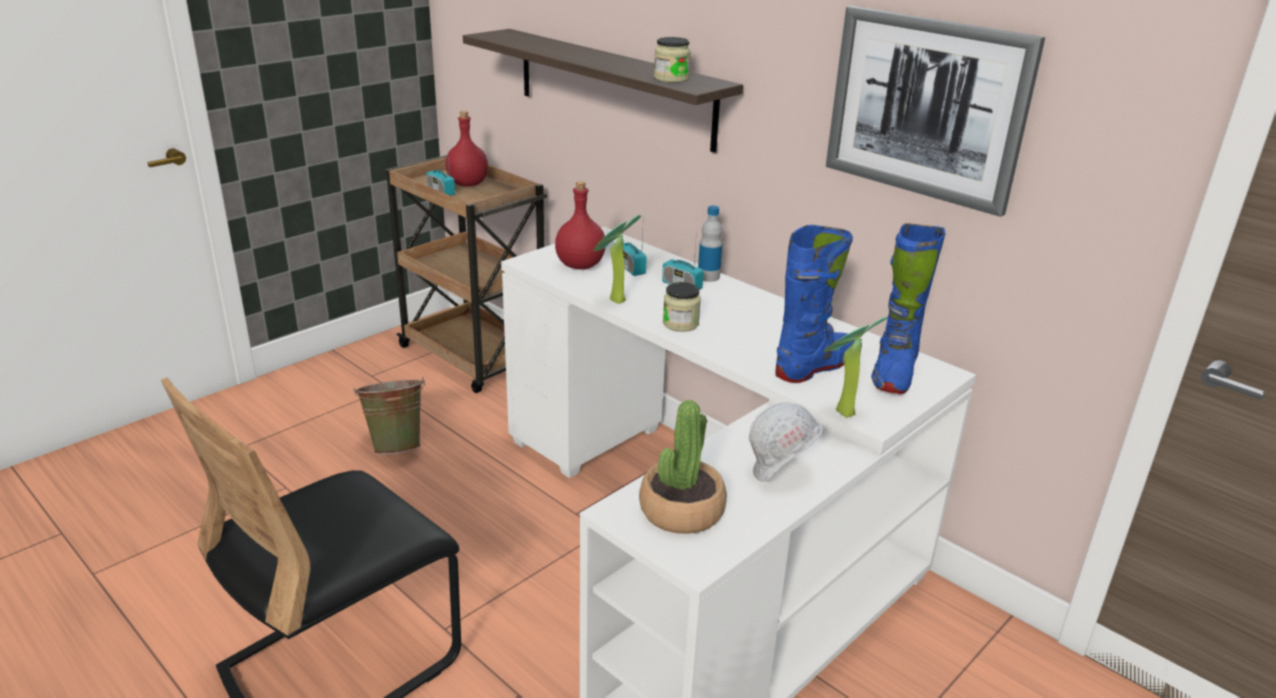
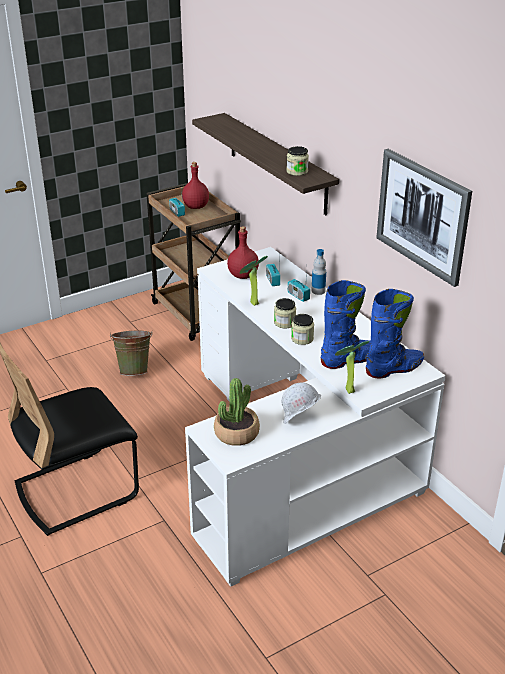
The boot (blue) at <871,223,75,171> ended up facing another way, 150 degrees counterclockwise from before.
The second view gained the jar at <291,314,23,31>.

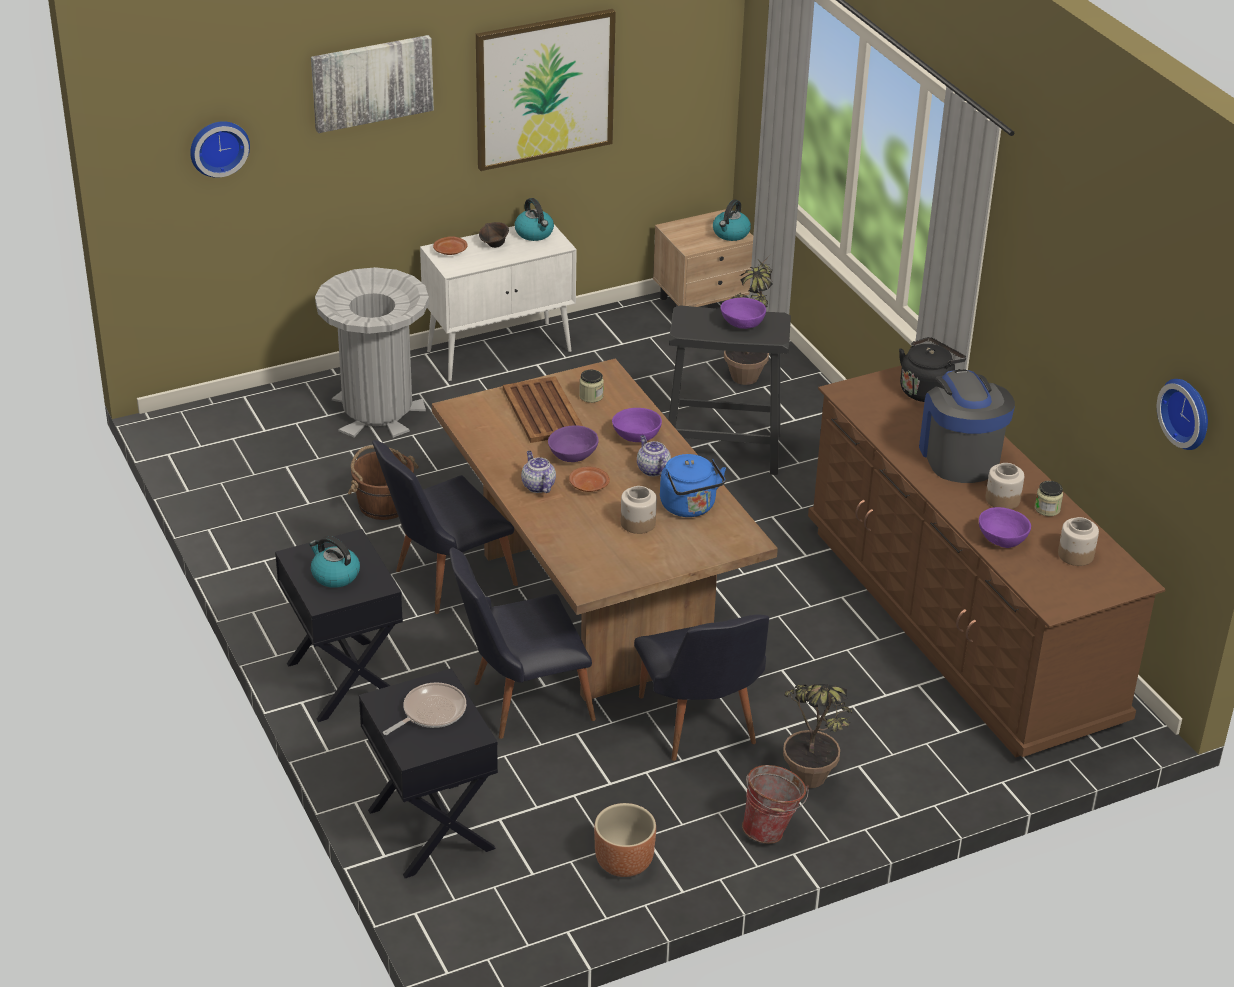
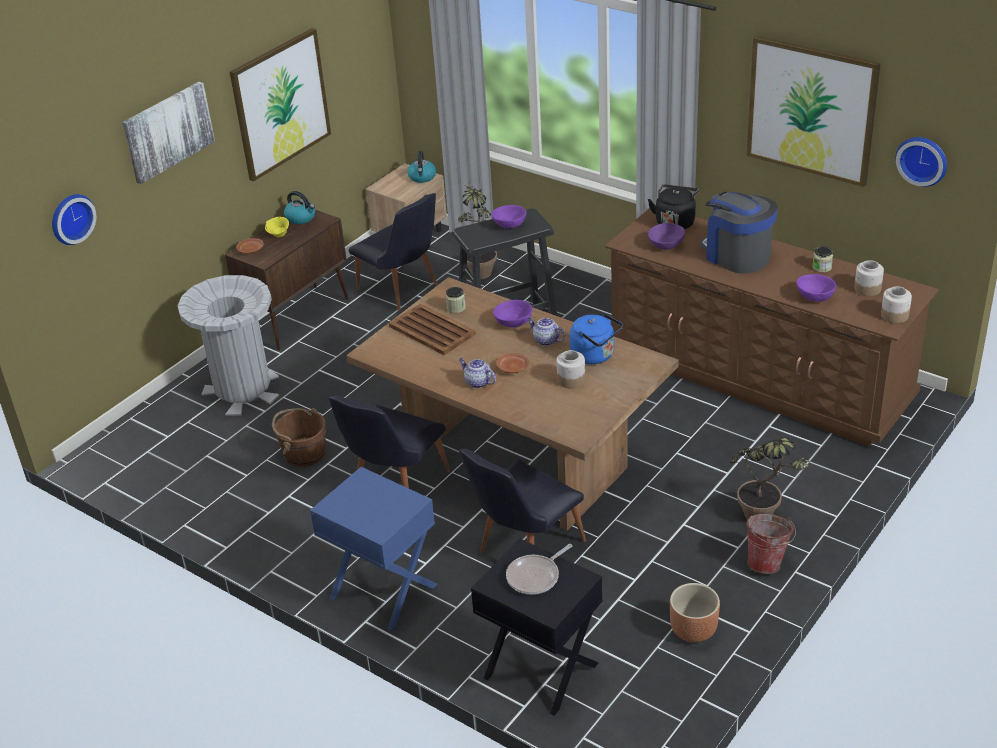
What was the bowl (brown) at <479,222,30,26> turned into the bowl (yellow) at <265,217,24,20>.
What was the cabinet (white) at <420,225,157,156> turned into the cabinet (brown) at <225,210,124,140>.
The bowl (purple) ended up elsewhere, having gone from <548,425,51,37> to <648,223,37,27>.
The jar ended up elsewhere, having gone from <986,463,38,46> to <881,286,31,37>.
What was the nightstand (black) at <275,529,128,193> turned into the nightstand (blue) at <310,467,128,164>.
The second view lost the kettle at <309,536,51,52>.
The chair (black) ended up elsewhere, having gone from <634,615,135,146> to <349,193,89,118>.
The frying pan at <383,682,83,53> ended up facing another way, 150 degrees counterclockwise from before.
The second view gained the picture at <746,36,134,151>.

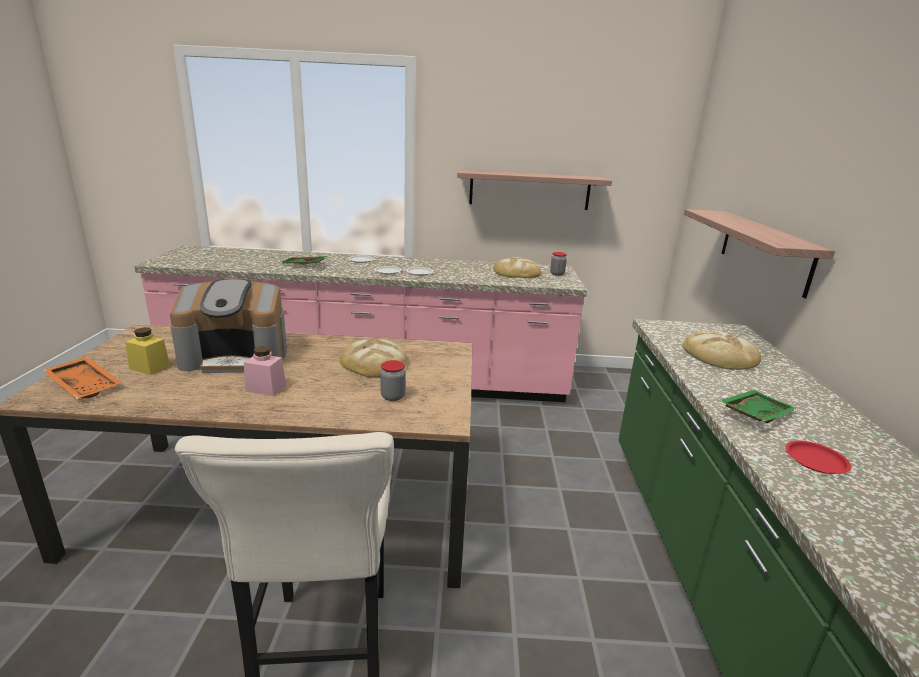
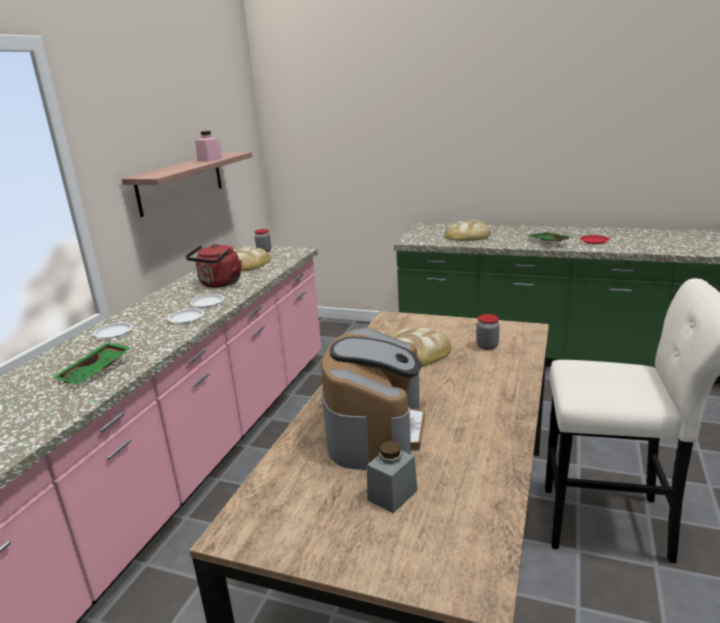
The second view lost the shelf at <684,209,151,89>.
What was the jar (yellow) at <125,328,45,47> turned into the jar (grey) at <367,441,51,73>.
The jar (pink) ended up elsewhere, having gone from <244,346,42,50> to <195,131,27,31>.
The second view lost the tray (orange) at <43,357,79,42>.
The second view gained the kettle (red) at <186,244,56,44>.

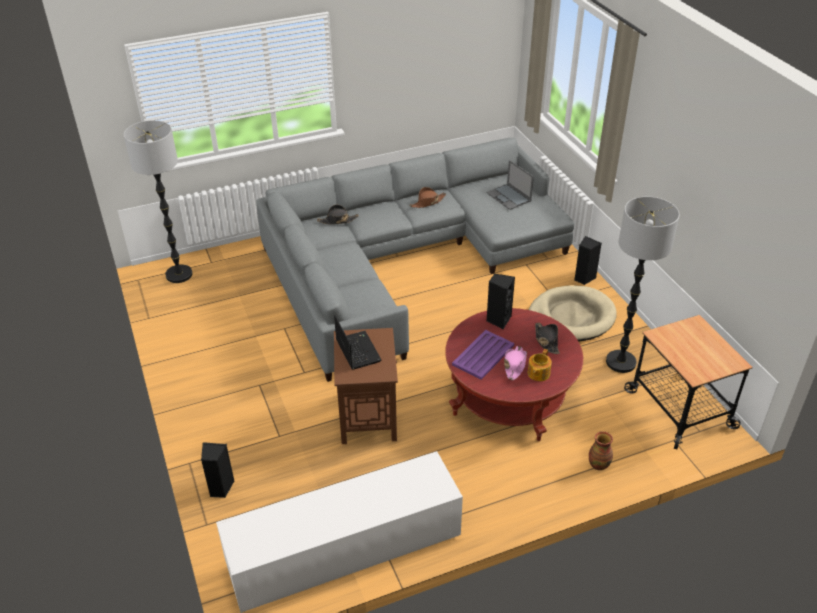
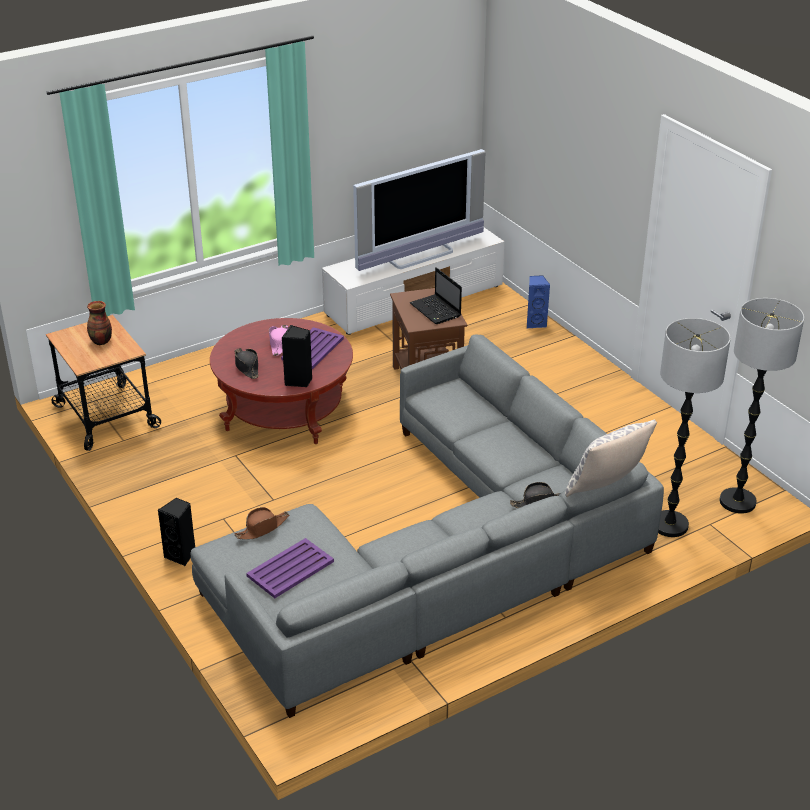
Where the laptop stood at <487,160,47,50>, the tray (purple) came to stand at <246,538,88,60>.
The hat (brown) ended up elsewhere, having gone from <410,187,36,21> to <235,507,54,33>.
The floor lamp ended up elsewhere, having gone from <606,197,74,176> to <658,318,73,219>.
The second view lost the dog bed (beige) at <529,285,88,57>.
The second view lost the teapot at <528,349,24,32>.
The vase ended up elsewhere, having gone from <589,431,24,39> to <87,301,25,44>.
What was the speaker (black) at <201,442,33,56> turned into the speaker (blue) at <527,275,23,53>.
The second view gained the television at <353,149,133,122>.
The second view gained the pillow at <565,419,92,78>.

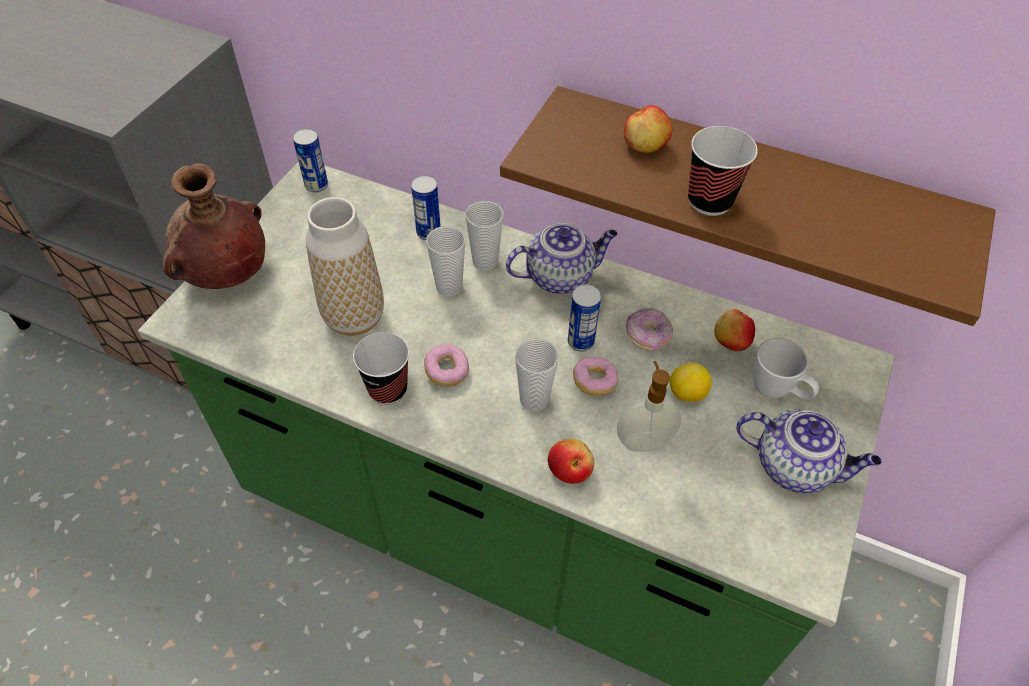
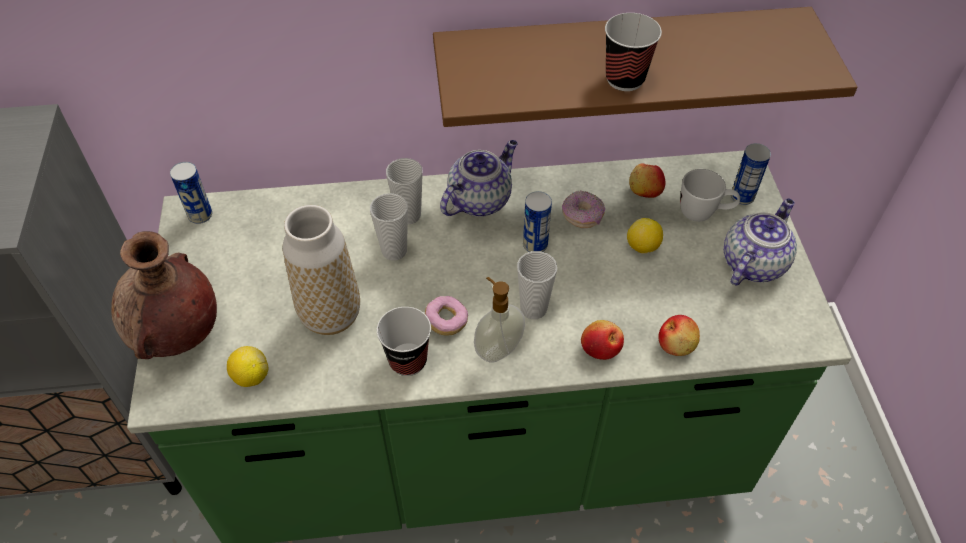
The apple ended up elsewhere, having gone from <624,105,48,48> to <658,315,42,41>.
The can ended up elsewhere, having gone from <411,175,30,65> to <731,143,40,62>.
The second view lost the donut at <573,357,46,39>.
The soap dispenser ended up elsewhere, having gone from <617,361,64,91> to <474,277,51,86>.
The teapot at <736,409,146,84> ended up facing another way, 45 degrees counterclockwise from before.
The second view gained the lemon at <227,346,41,41>.

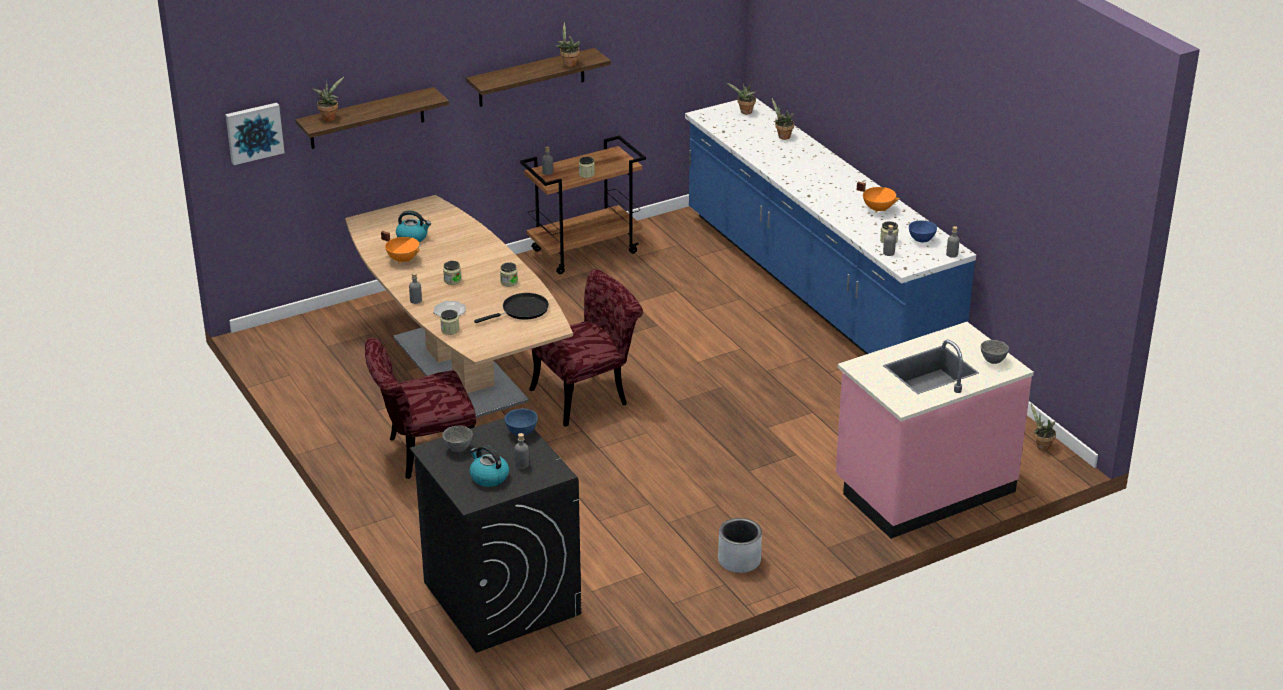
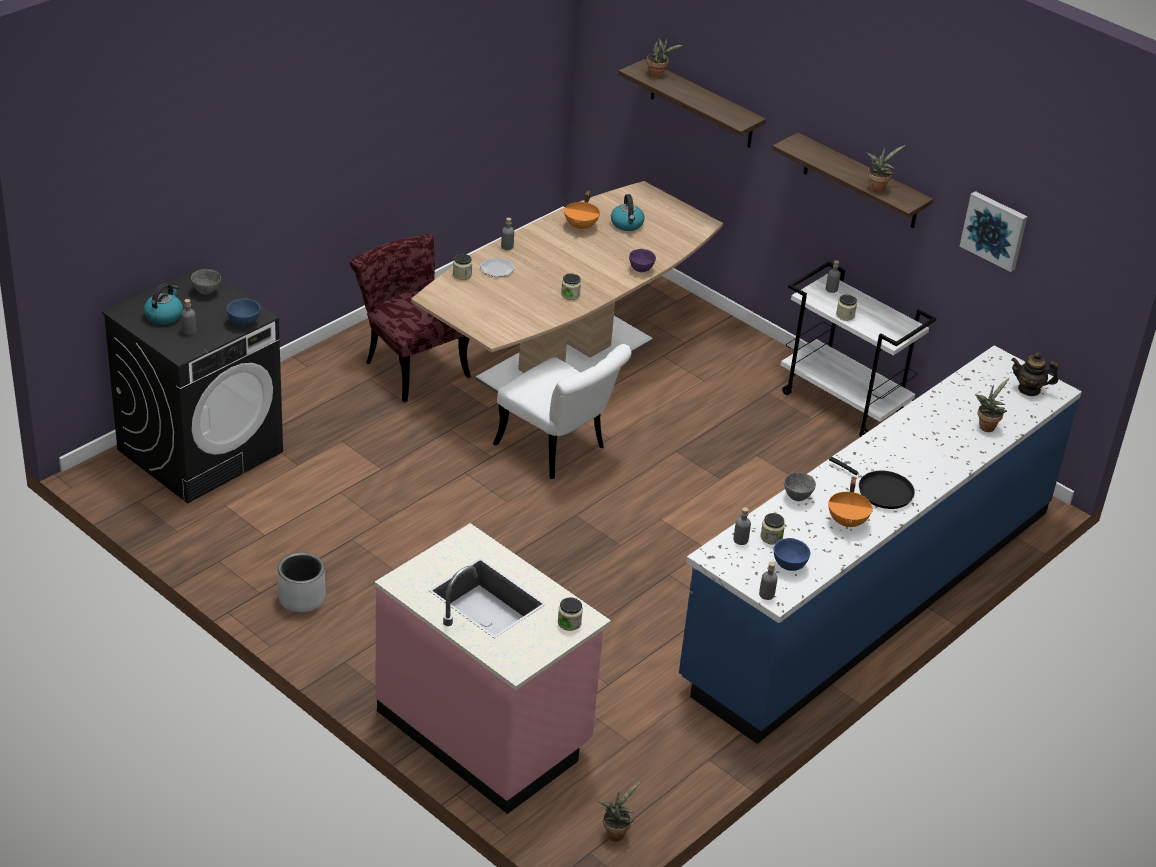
Where the potted plant stood at <727,83,29,31>, the teapot came to stand at <1011,352,47,44>.
The picture ended up elsewhere, having gone from <225,103,60,62> to <960,191,68,81>.
What was the cart (brown) at <520,136,126,138> turned into the cart (white) at <781,261,155,176>.
The jar ended up elsewhere, having gone from <443,261,18,24> to <558,597,25,34>.
What was the chair (red) at <529,269,114,158> turned into the chair (white) at <493,344,138,135>.
The frying pan (black) ended up elsewhere, having gone from <474,293,75,30> to <829,457,86,52>.
The bowl (grey) ended up elsewhere, having gone from <981,340,28,24> to <784,472,32,29>.
The second view gained the bowl (purple) at <629,249,27,23>.

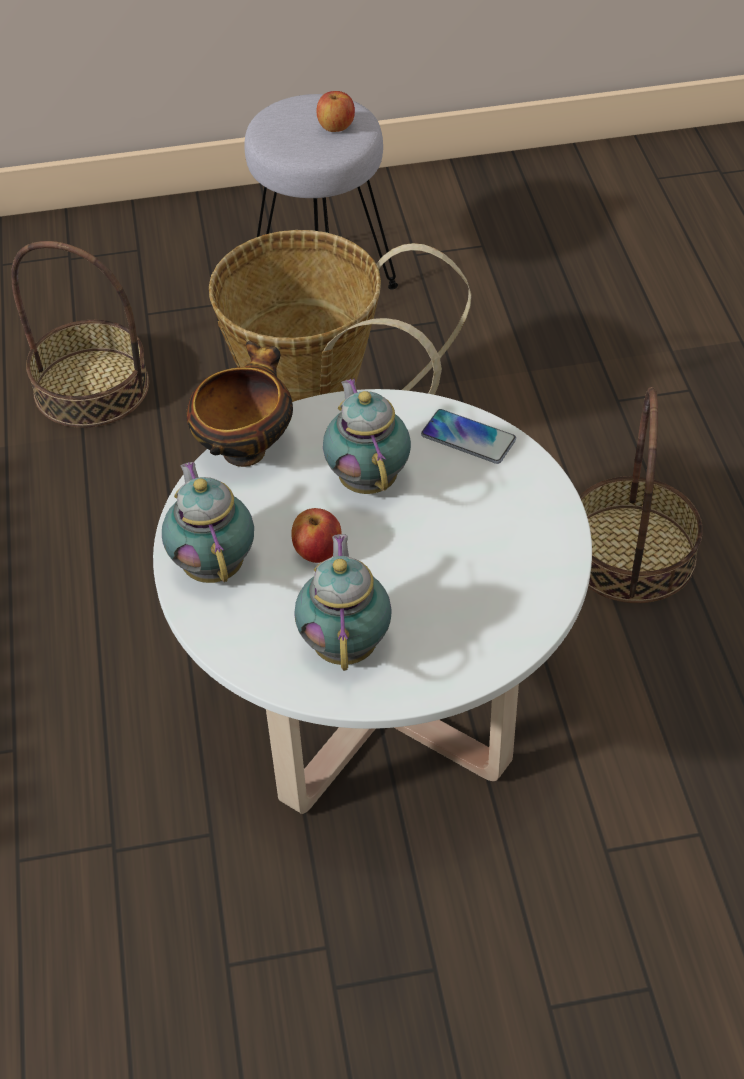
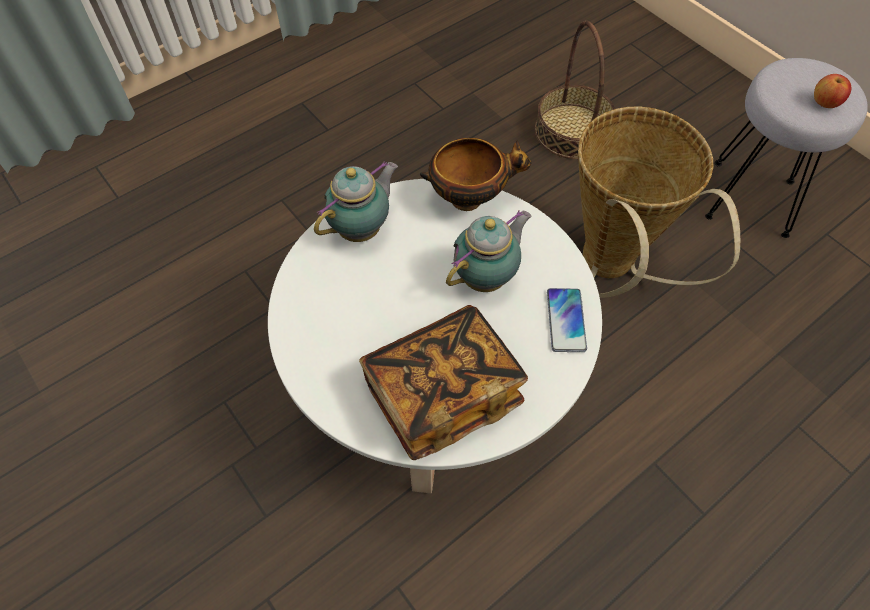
The second view lost the basket at <580,387,123,216>.
The second view lost the apple at <291,508,51,55>.
The second view lost the teapot at <294,534,98,137>.
The second view gained the book at <359,305,169,155>.

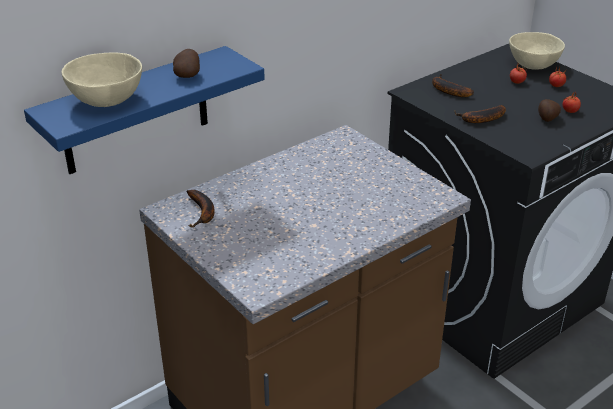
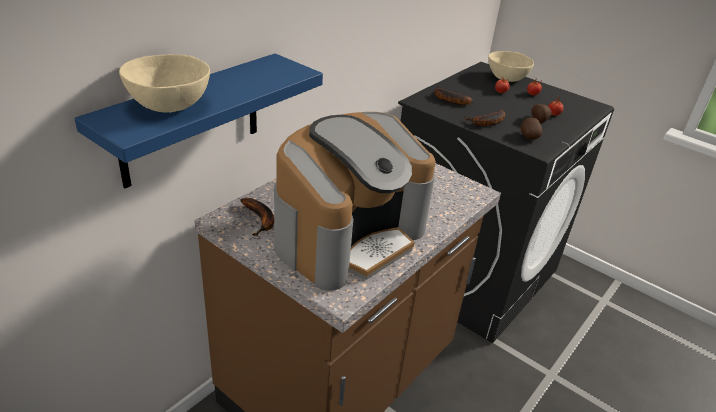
The potato ended up elsewhere, having gone from <173,49,27,29> to <521,117,22,22>.
The second view gained the coffee machine at <274,112,162,179>.

